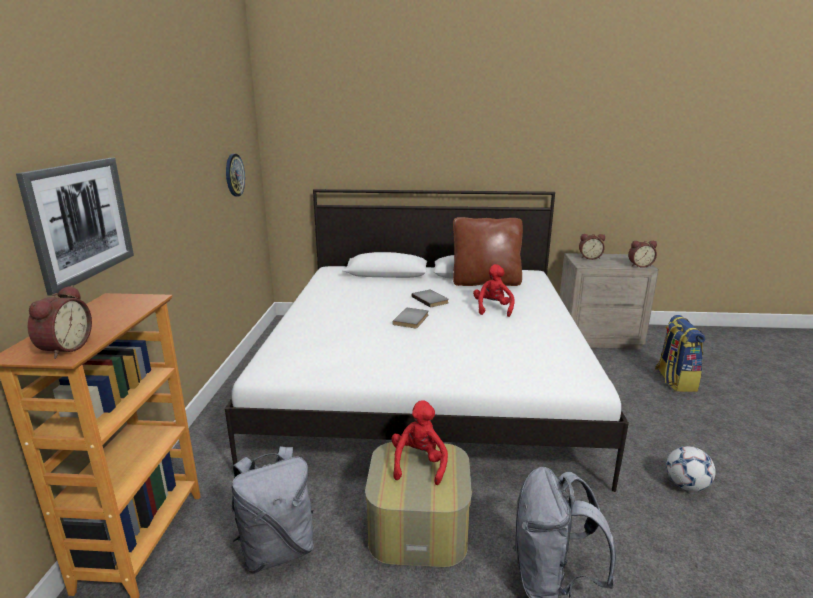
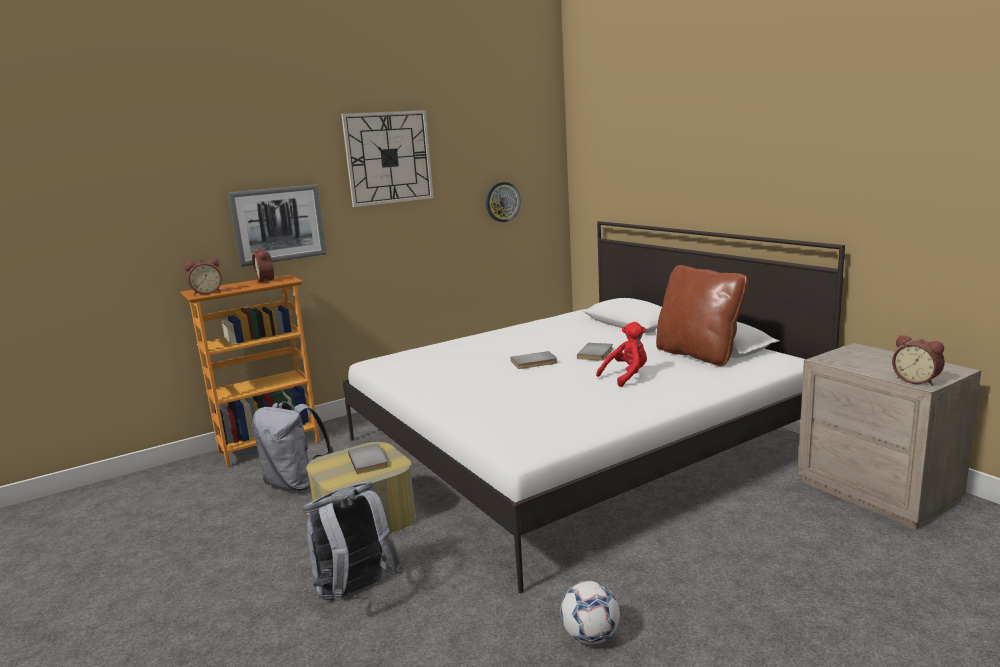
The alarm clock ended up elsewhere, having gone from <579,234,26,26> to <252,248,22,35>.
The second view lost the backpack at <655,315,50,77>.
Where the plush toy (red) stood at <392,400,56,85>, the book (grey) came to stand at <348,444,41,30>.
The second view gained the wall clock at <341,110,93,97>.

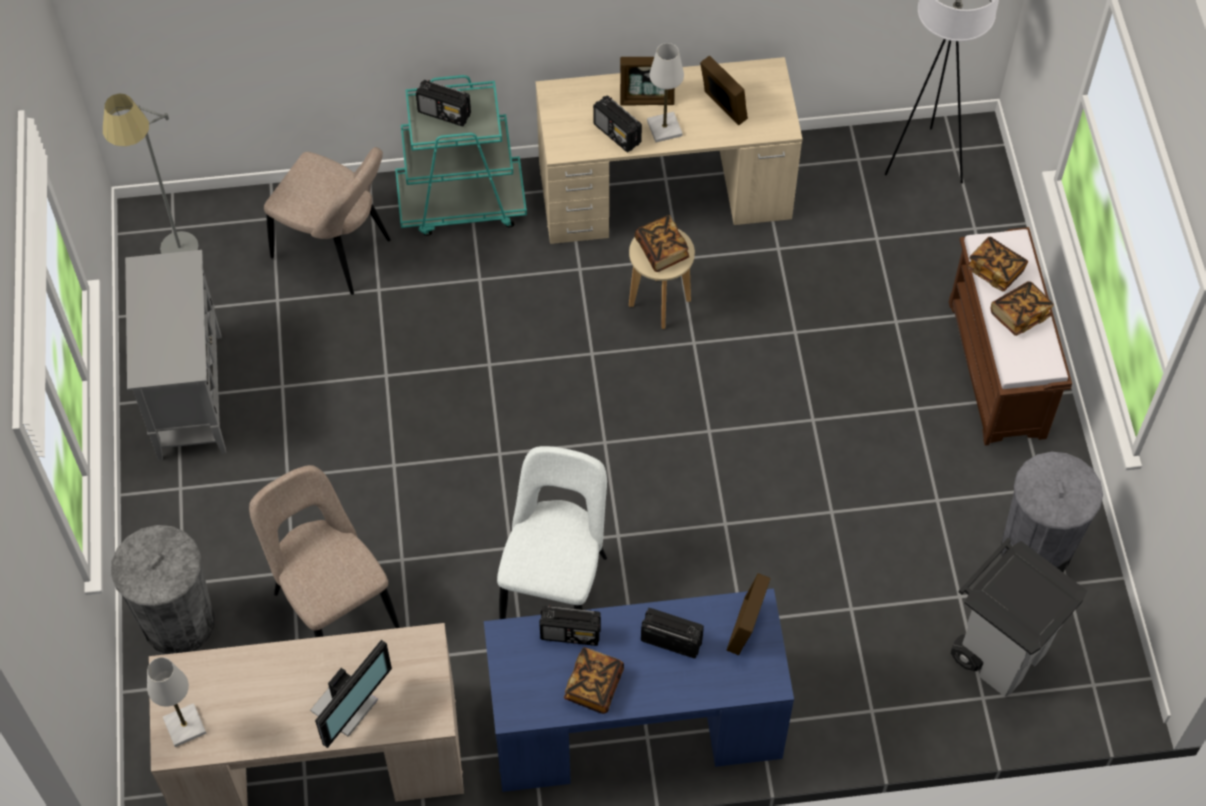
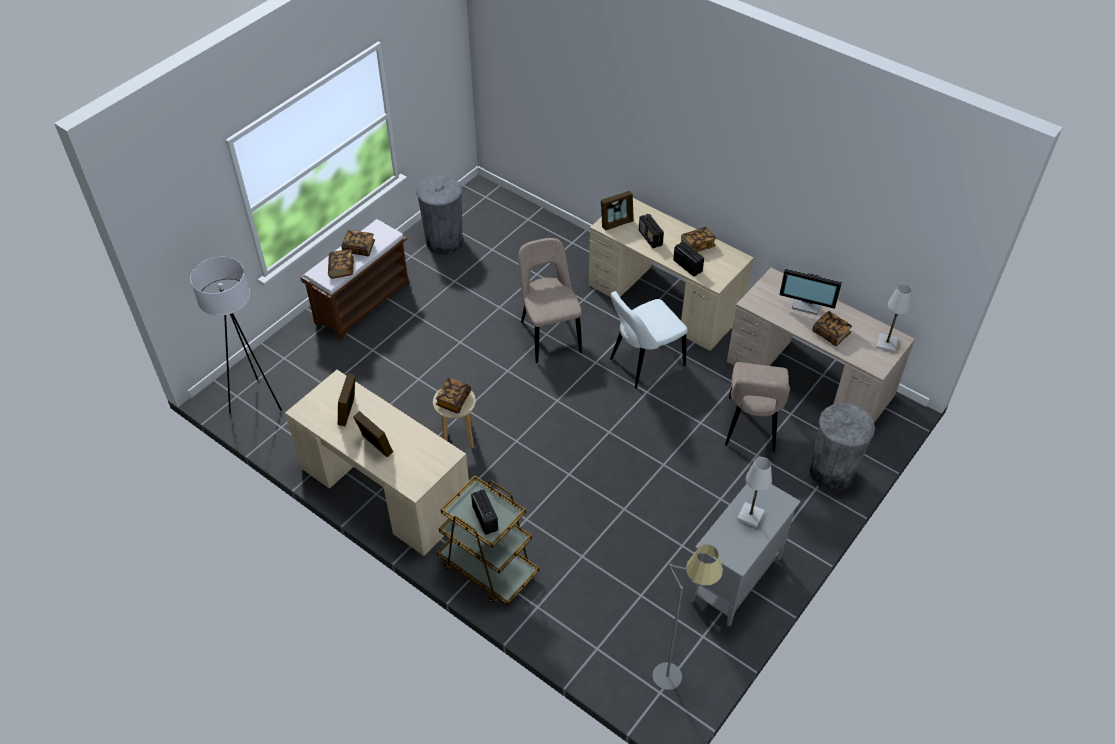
The table lamp (white) ended up elsewhere, having gone from <647,43,37,100> to <737,457,35,71>.
What was the cart (turquoise) at <395,75,132,161> turned into the cart (brown) at <437,476,102,129>.
The second view lost the radio at <593,95,49,57>.
The chair (beige) ended up elsewhere, having gone from <264,147,127,148> to <518,238,64,125>.
The second view lost the trash can (grey) at <951,538,136,159>.
What was the desk (blue) at <484,588,310,204> turned into the desk (beige) at <588,198,166,153>.
The monitor at <310,640,82,108> ended up facing another way, 150 degrees counterclockwise from before.
The second view gained the book at <813,311,39,35>.

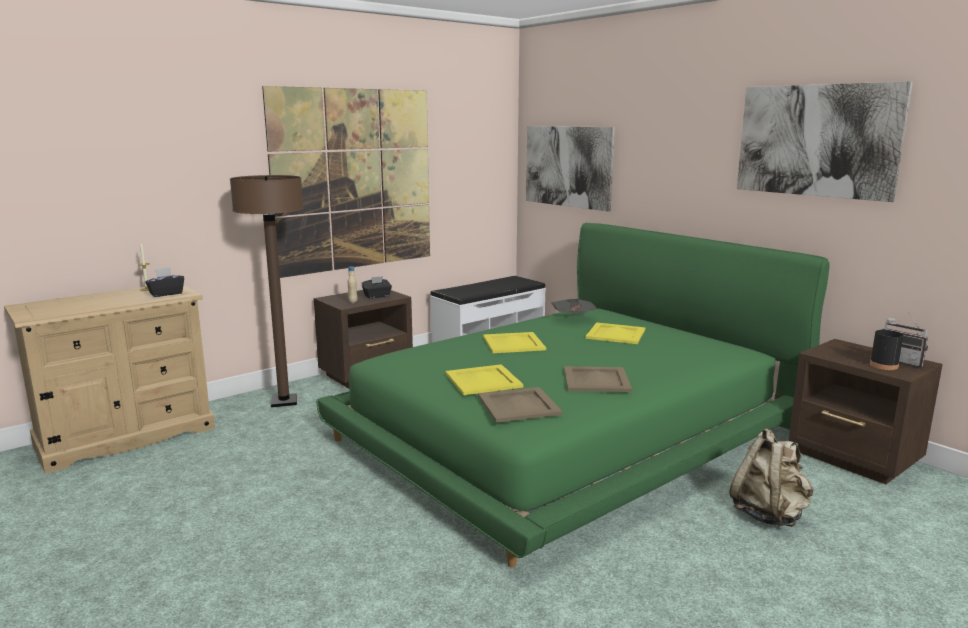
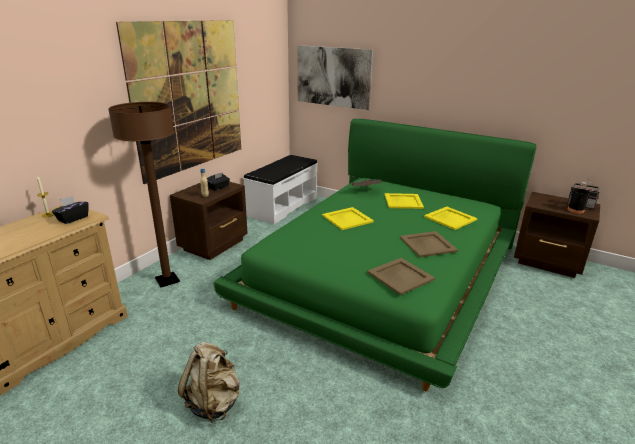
The second view lost the picture at <737,81,176,121>.
The tray (yellow) ended up elsewhere, having gone from <445,364,79,31> to <424,207,54,23>.
The backpack (beige) ended up elsewhere, having gone from <729,428,84,99> to <178,342,62,81>.

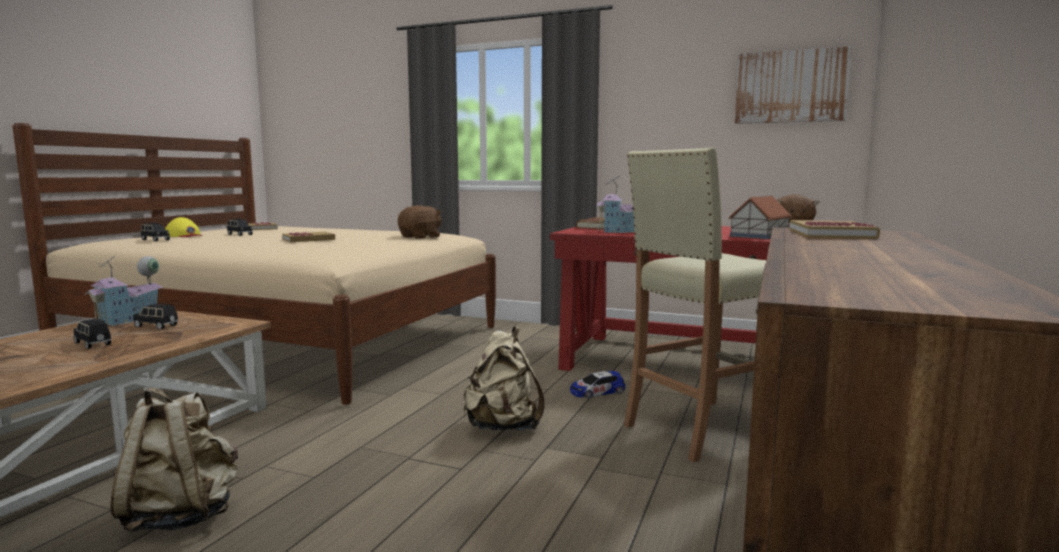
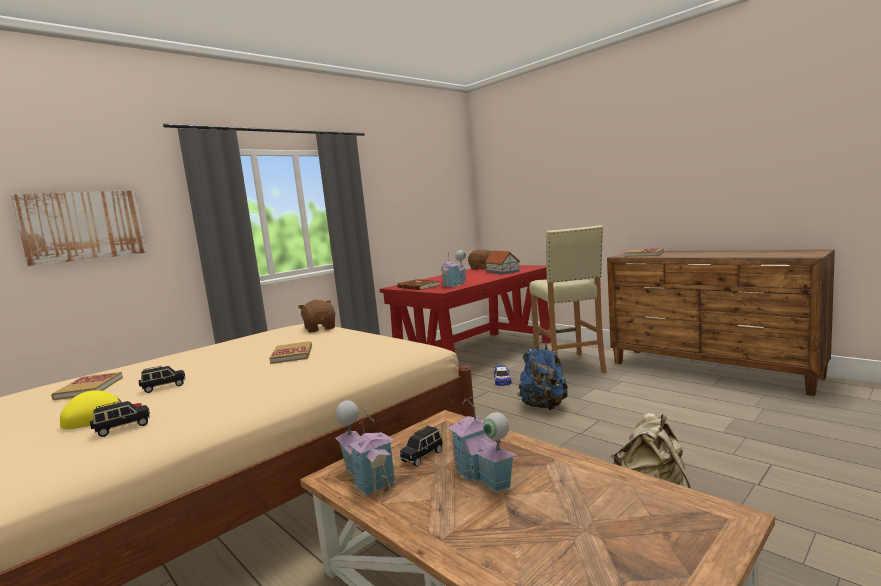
The picture ended up elsewhere, having gone from <735,46,117,78> to <11,190,136,76>.
Where the toy car (black) stood at <73,318,38,31>, the toy house came to stand at <448,397,68,96>.
What was the backpack (beige) at <463,326,81,104> turned into the backpack (blue) at <517,341,51,69>.

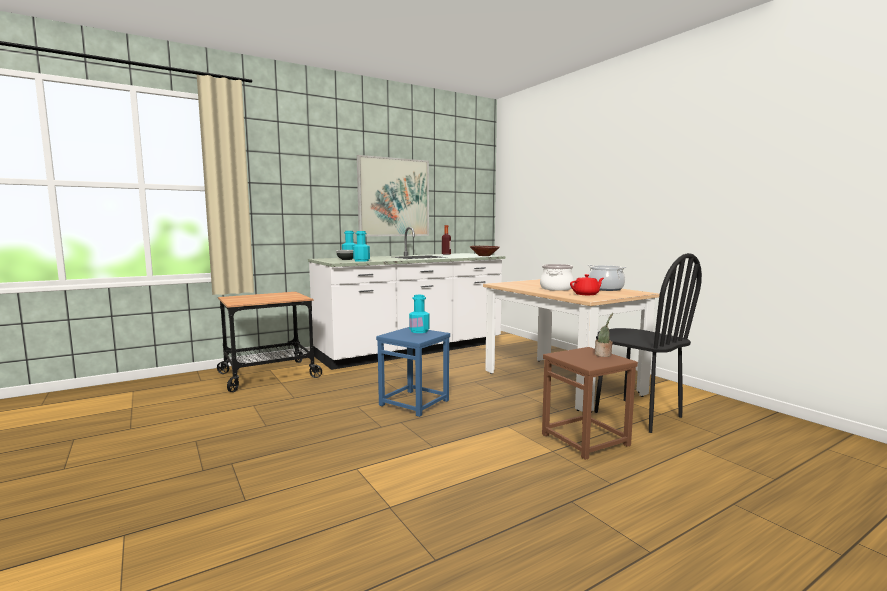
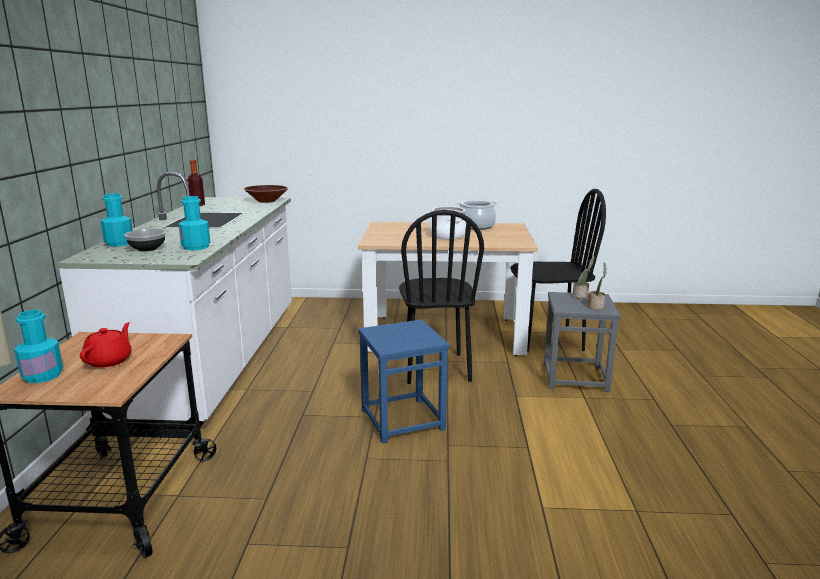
The second view lost the picture at <357,155,72,82>.
The teapot (red) ended up elsewhere, having gone from <570,274,34,21> to <80,322,51,46>.
The bottle (turquoise) ended up elsewhere, having gone from <409,295,21,38> to <14,310,49,73>.
What was the stool (brown) at <542,347,96,113> turned into the stool (grey) at <544,292,77,100>.
The second view gained the chair (black) at <399,210,85,174>.
The second view gained the potted plant at <588,262,19,48>.

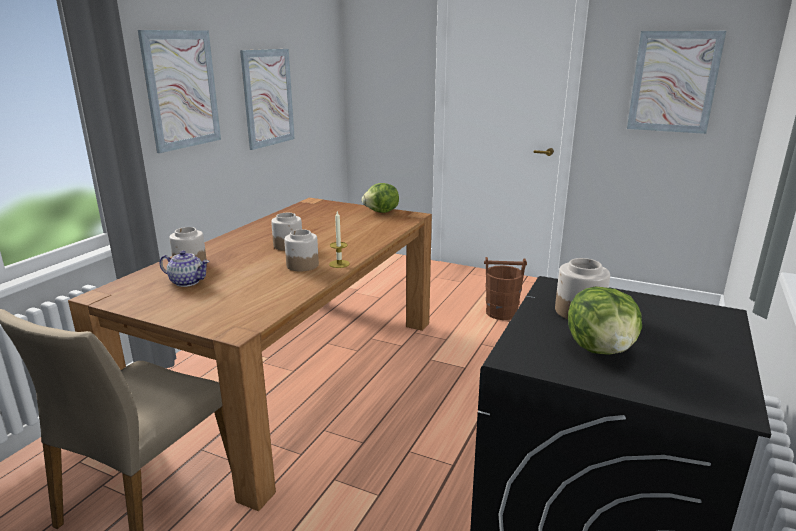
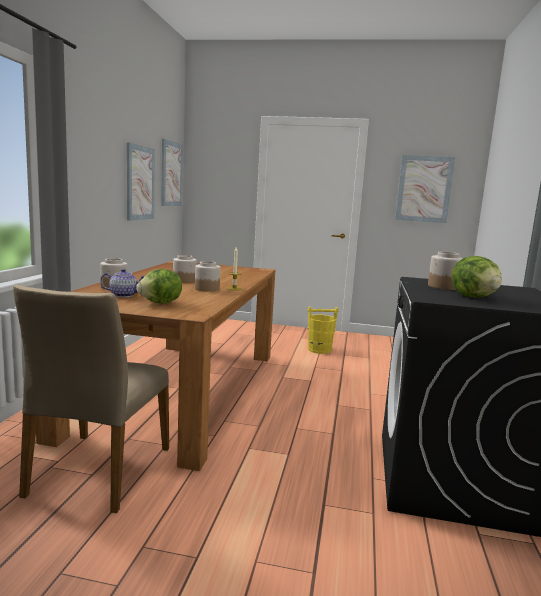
The picture ended up elsewhere, having gone from <138,30,83,123> to <161,139,22,67>.
The lettuce ended up elsewhere, having gone from <362,183,37,30> to <136,269,46,35>.
What was the bucket (brown) at <484,257,43,63> turned into the bucket (yellow) at <307,307,31,47>.

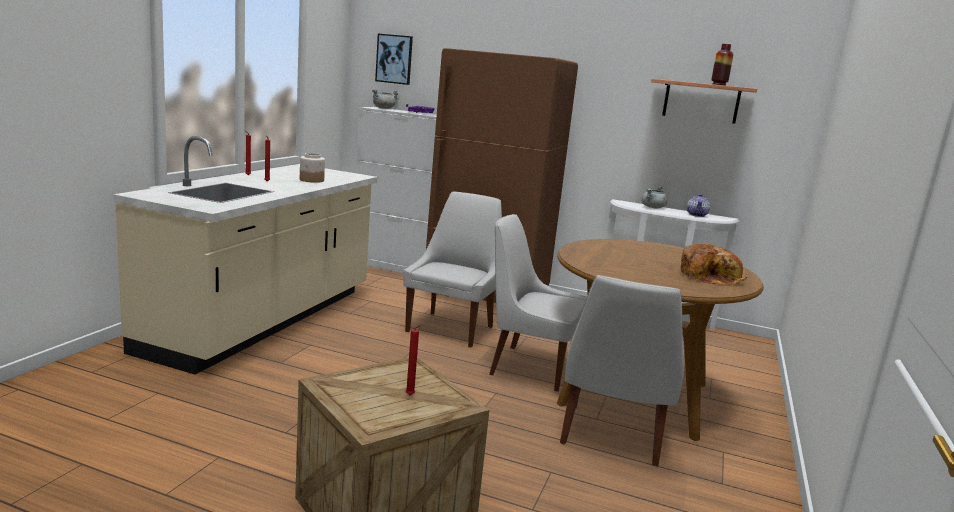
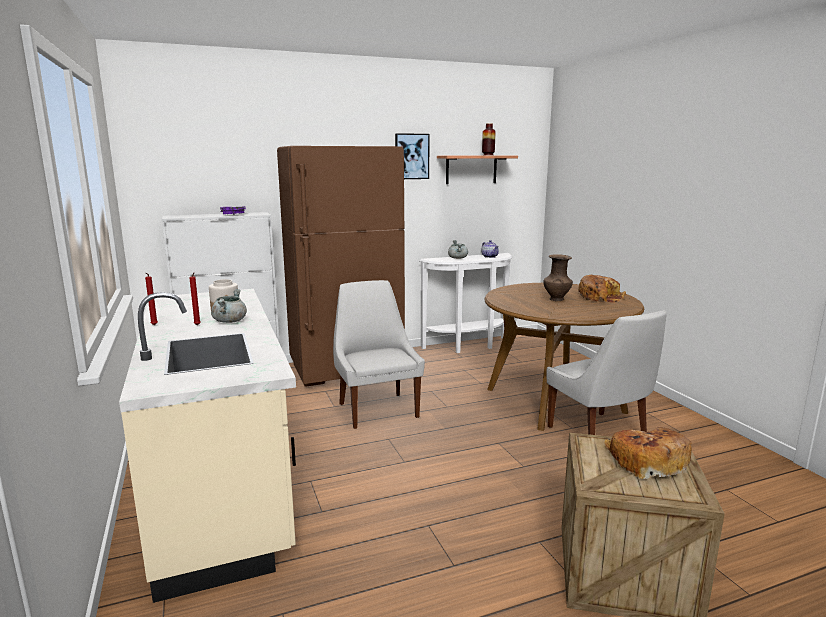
The picture ended up elsewhere, having gone from <375,34,38,51> to <395,133,35,46>.
The cooking pot (grey) ended up elsewhere, having gone from <372,89,27,20> to <211,289,36,34>.
The second view lost the chair (white) at <489,214,98,178>.
Where the candle (red) stood at <406,325,15,70>, the bread came to stand at <604,427,88,52>.
The second view gained the vase (brown) at <543,254,30,47>.

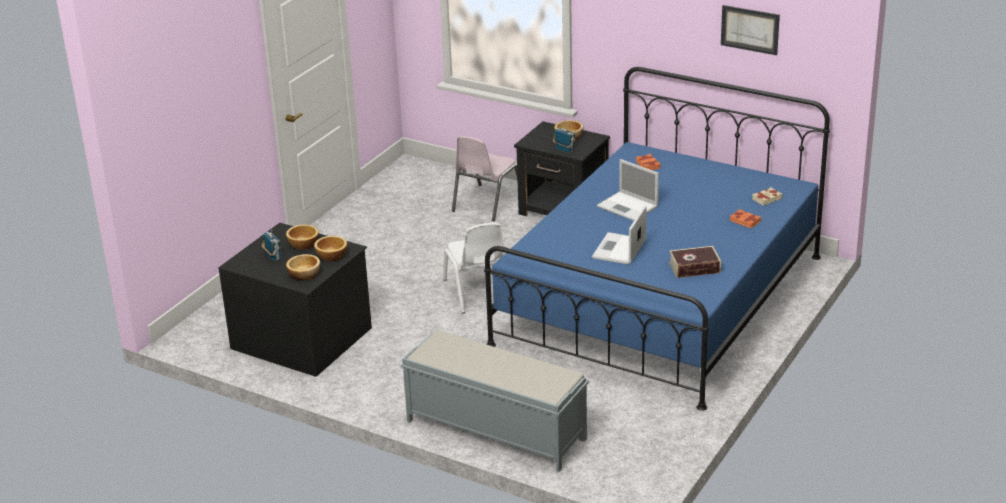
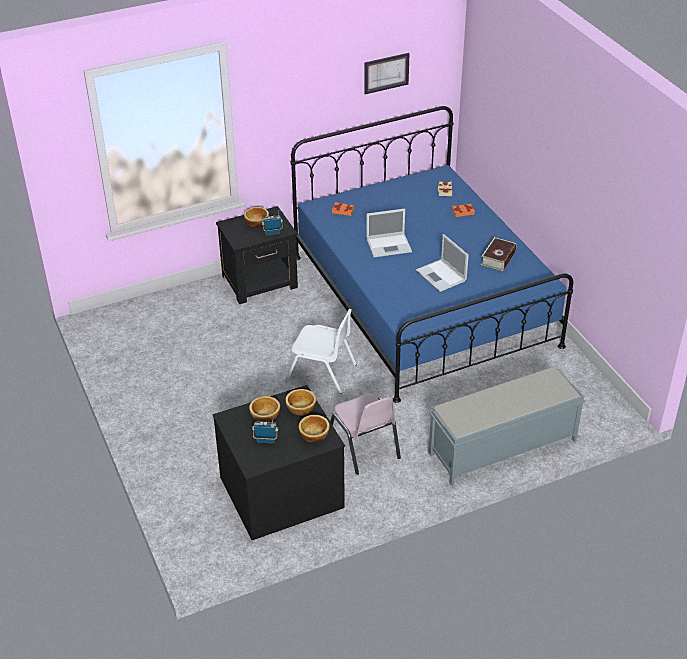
The chair (pink) ended up elsewhere, having gone from <452,136,65,85> to <330,393,71,82>.

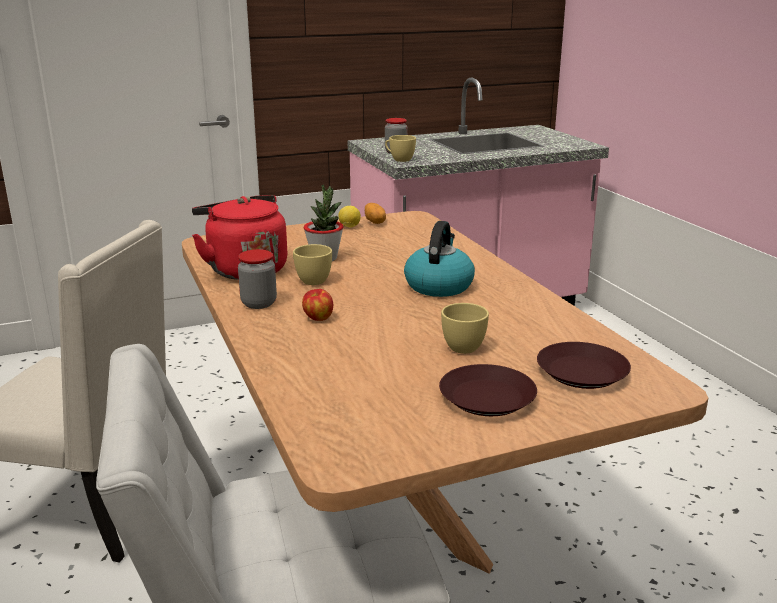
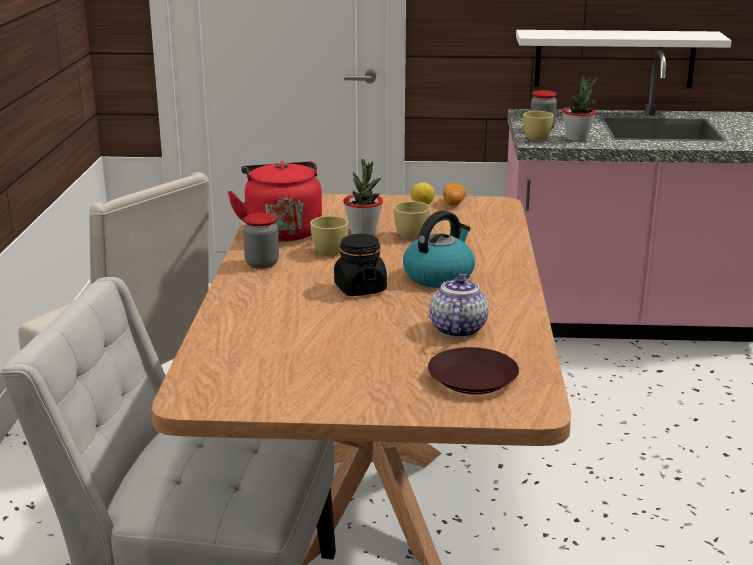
The second view lost the apple at <302,289,31,32>.
The cup (yellow) ended up elsewhere, having gone from <441,303,48,51> to <394,201,36,39>.
The second view lost the plate (brown) at <439,364,98,52>.
The second view gained the shelf (white) at <516,30,216,58>.
The second view gained the potted plant at <562,75,35,66>.
The second view gained the jar (black) at <334,234,53,62>.
The second view gained the teapot at <429,273,59,65>.

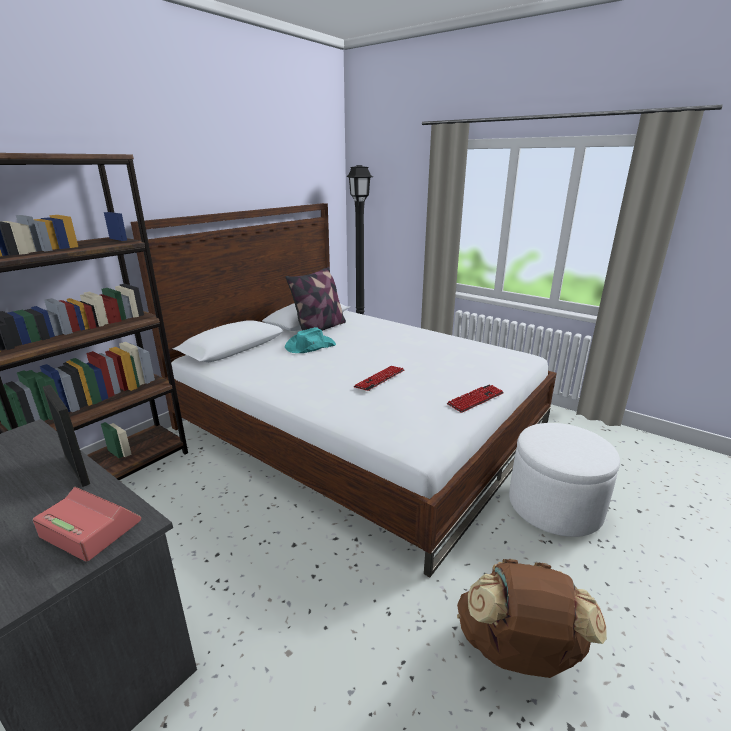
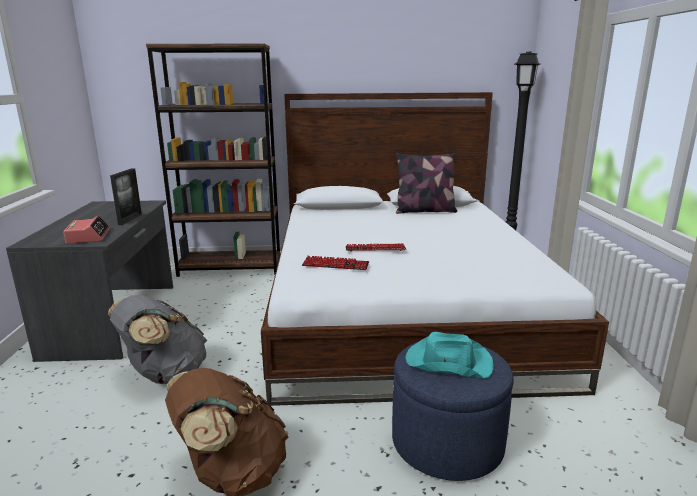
The hat (turquoise) ended up elsewhere, having gone from <285,327,51,26> to <405,332,89,47>.
The keyboard ended up elsewhere, having gone from <447,385,57,28> to <302,256,67,14>.
What was the ottoman (white) at <509,423,111,114> turned into the ottoman (blue) at <392,342,122,139>.
The second view gained the backpack (grey) at <108,295,99,89>.

